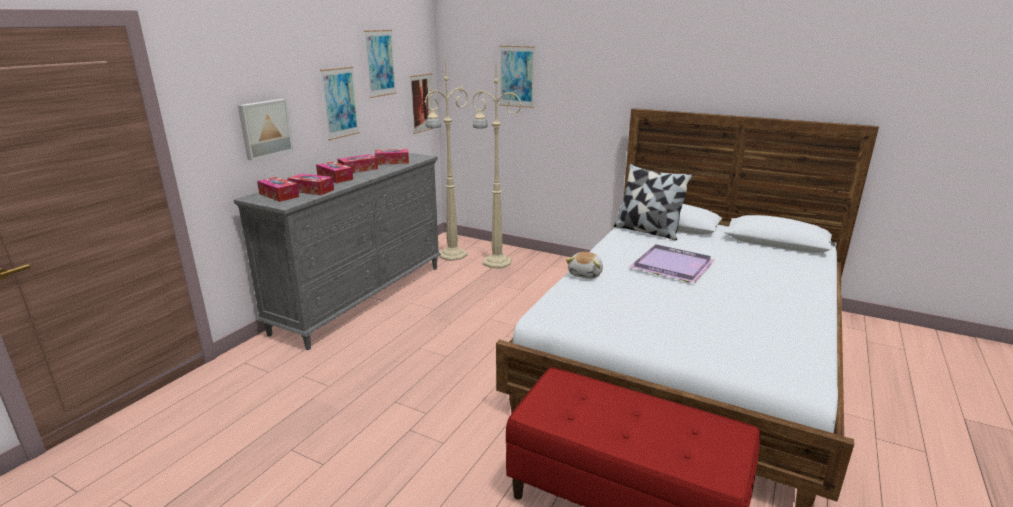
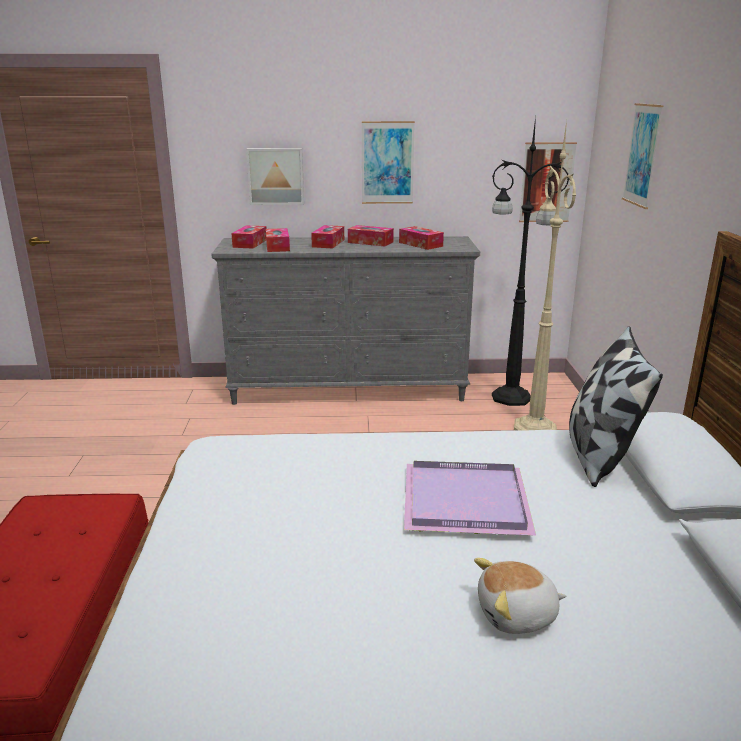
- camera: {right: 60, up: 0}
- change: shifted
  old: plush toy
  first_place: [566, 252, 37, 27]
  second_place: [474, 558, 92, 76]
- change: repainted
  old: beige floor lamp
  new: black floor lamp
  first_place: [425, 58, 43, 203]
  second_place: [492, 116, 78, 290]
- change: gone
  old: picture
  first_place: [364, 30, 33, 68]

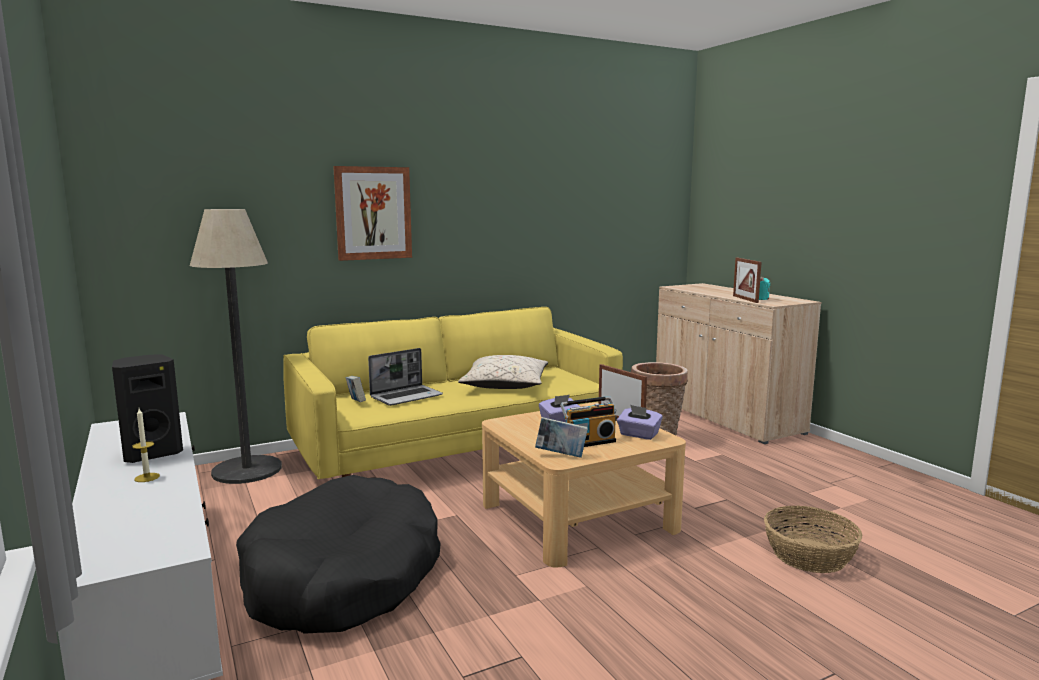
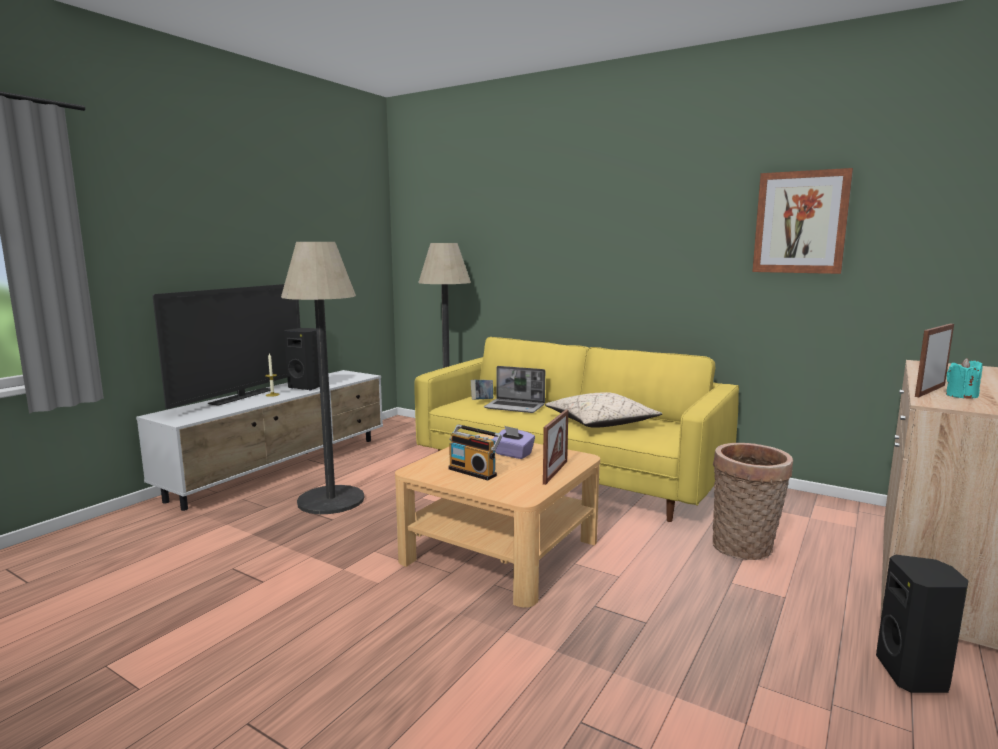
- camera: {right: 60, up: 0}
- change: new
  new: television
  second_place: [153, 284, 147, 125]
- change: swapped
  old: black dog bed
  new: floor lamp
  first_place: [236, 475, 205, 159]
  second_place: [281, 242, 83, 272]
- change: shifted
  old: picture
  first_place: [333, 166, 79, 95]
  second_place: [752, 168, 101, 106]
- change: new
  new: black speaker
  second_place: [876, 554, 92, 139]
- change: gone
  old: book
  first_place: [535, 417, 53, 41]
- change: gone
  old: purple tissue box
  first_place: [617, 405, 46, 35]
- change: gone
  old: basket
  first_place: [764, 506, 99, 67]

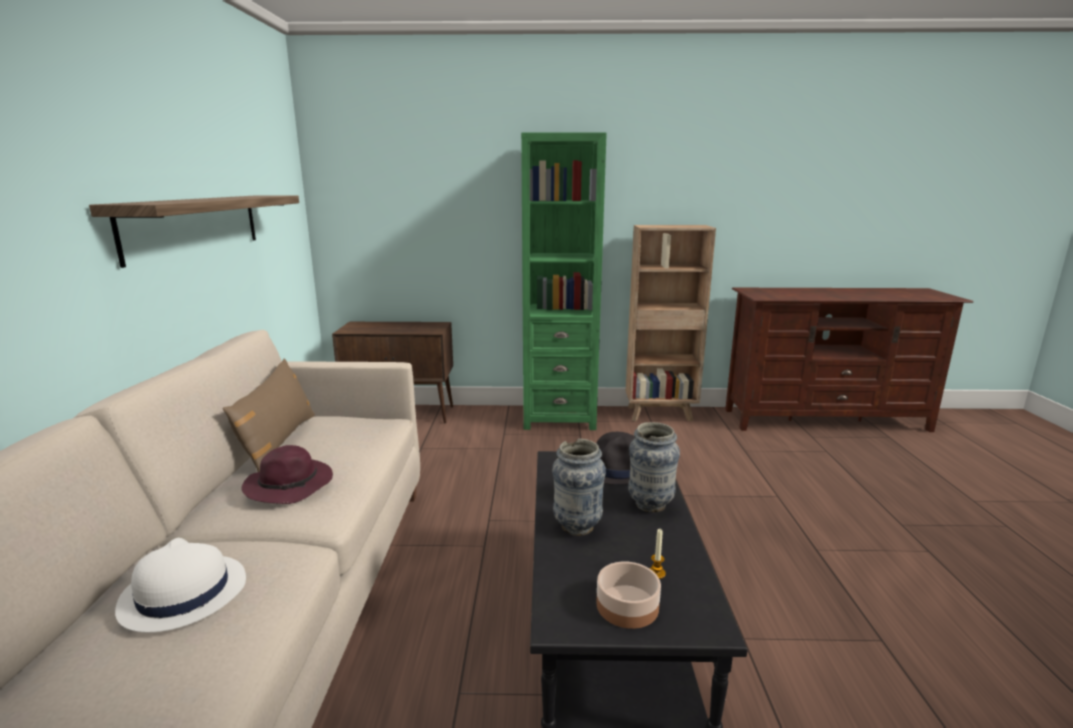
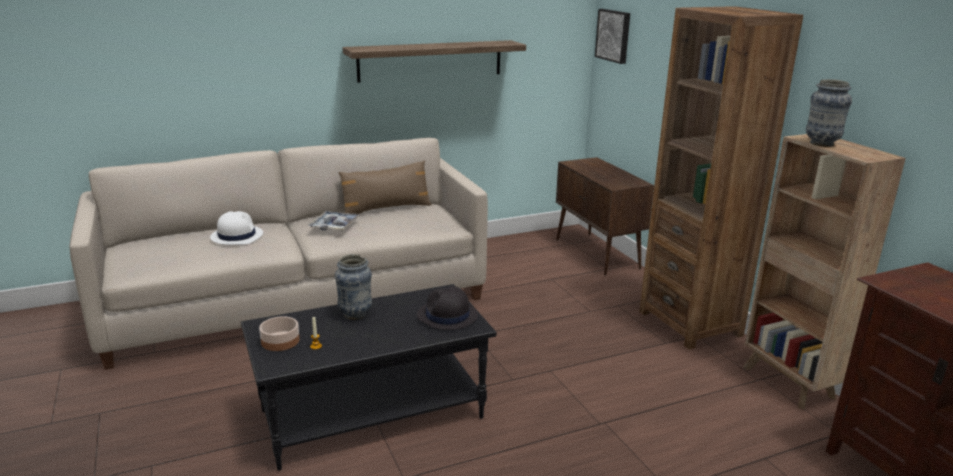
- camera: {right: 65, up: 5}
- change: swapped
  old: purple hat
  new: tray
  first_place: [241, 445, 92, 59]
  second_place: [308, 211, 53, 19]
- change: new
  new: picture
  second_place: [595, 9, 35, 55]
- change: repainted
  old: green bookcase
  new: brown bookcase
  first_place: [521, 132, 86, 298]
  second_place: [639, 6, 164, 344]
- change: shifted
  old: vase
  first_place: [628, 422, 52, 90]
  second_place: [806, 79, 46, 68]

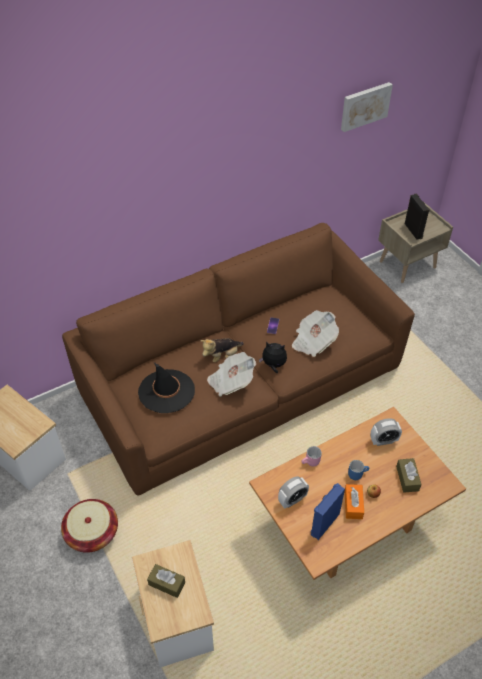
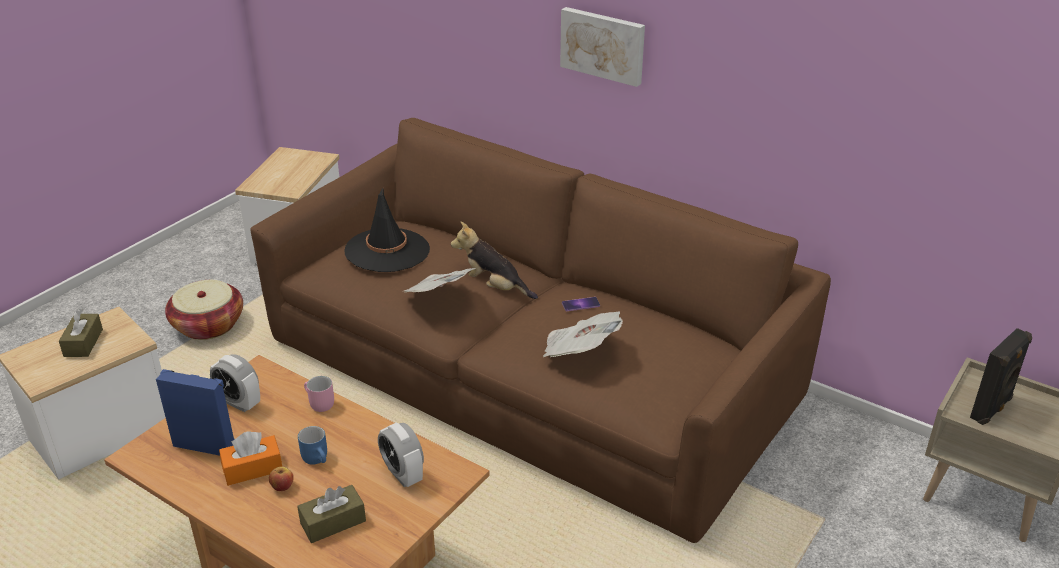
- camera: {right: 65, up: -15}
- change: shifted
  old: picture
  first_place: [341, 82, 52, 50]
  second_place: [560, 7, 85, 80]
- change: gone
  old: plush toy
  first_place: [259, 342, 28, 31]

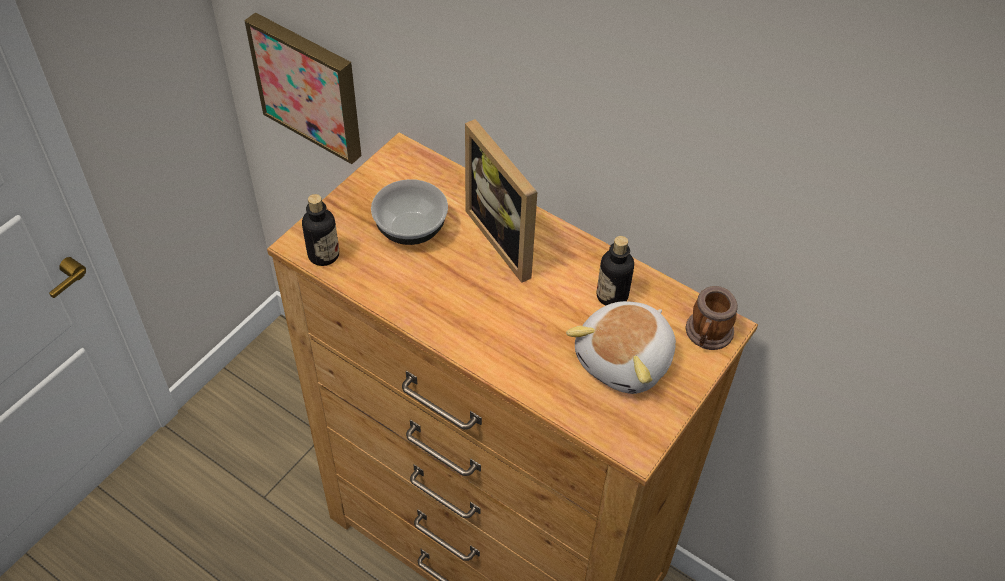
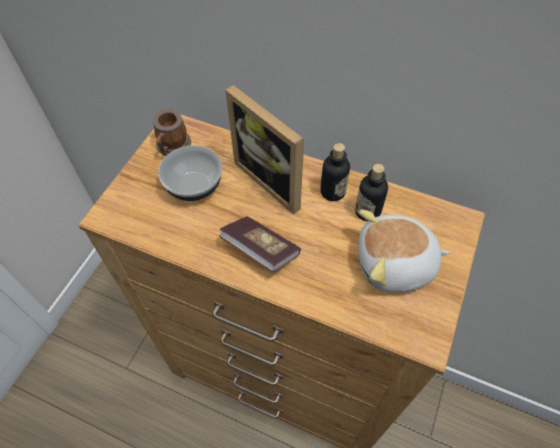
- camera: {right: -10, up: 5}
- change: shifted
  old: mug
  first_place: [686, 286, 52, 64]
  second_place: [153, 109, 38, 47]
- change: new
  new: book
  second_place: [219, 216, 82, 56]
- change: shifted
  old: bottle
  first_place: [302, 194, 37, 72]
  second_place: [320, 143, 30, 58]
- change: rotated
  old: plush toy
  first_place: [566, 301, 110, 93]
  second_place: [358, 209, 92, 83]
  degrees: 60
- change: gone
  old: picture
  first_place: [244, 12, 117, 152]

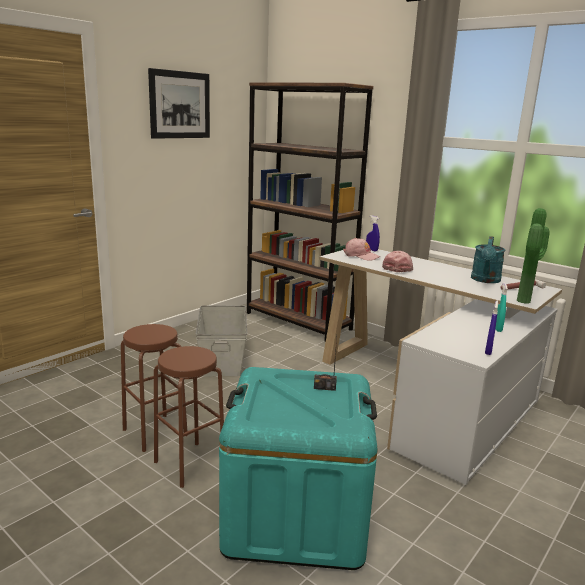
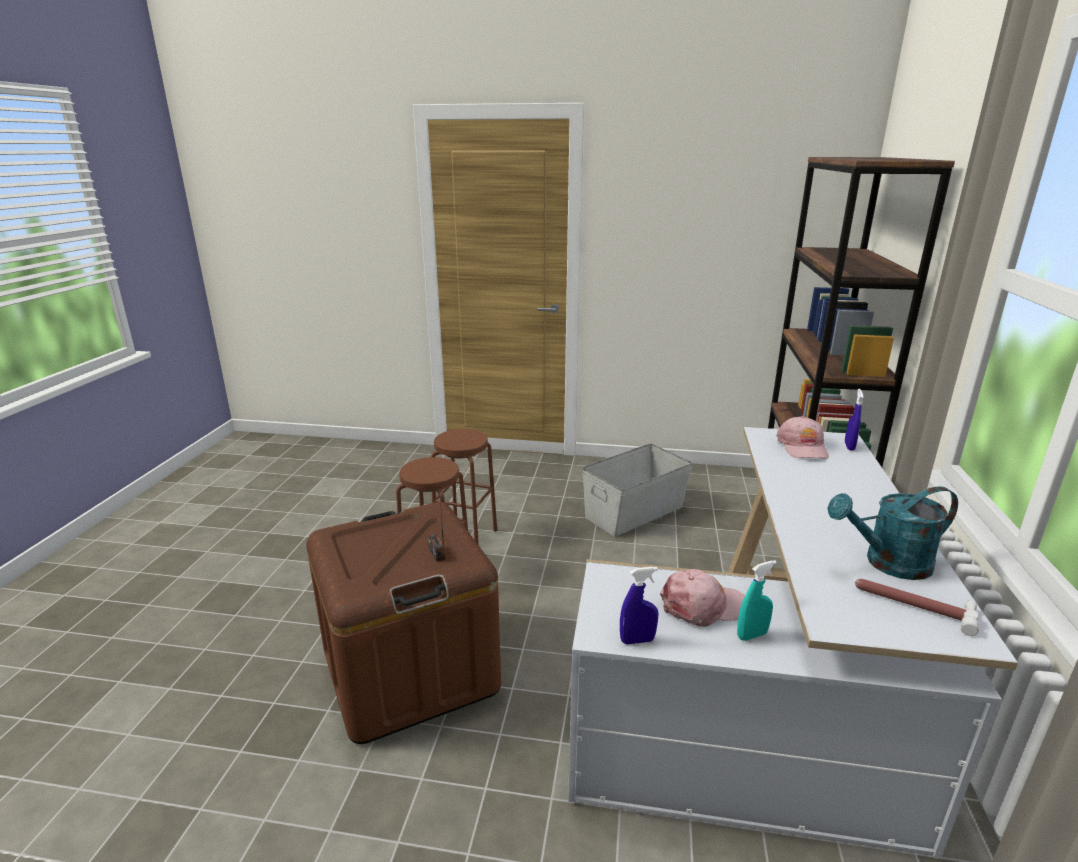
- camera: {right: 60, up: 5}
- change: repainted
  old: turquoise storage box
  new: brown storage box
  first_place: [219, 367, 158, 203]
  second_place: [306, 502, 195, 242]
- change: shifted
  old: pink cap
  first_place: [382, 251, 31, 21]
  second_place: [660, 569, 85, 58]
- change: gone
  old: picture
  first_place: [148, 68, 62, 71]
- change: gone
  old: potted plant
  first_place: [517, 208, 33, 96]

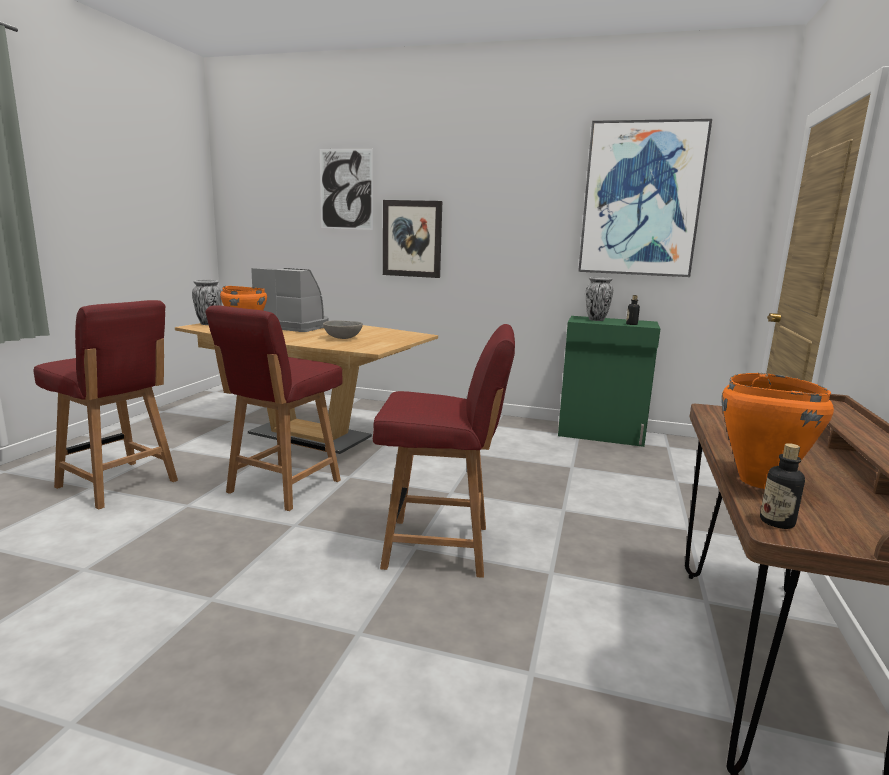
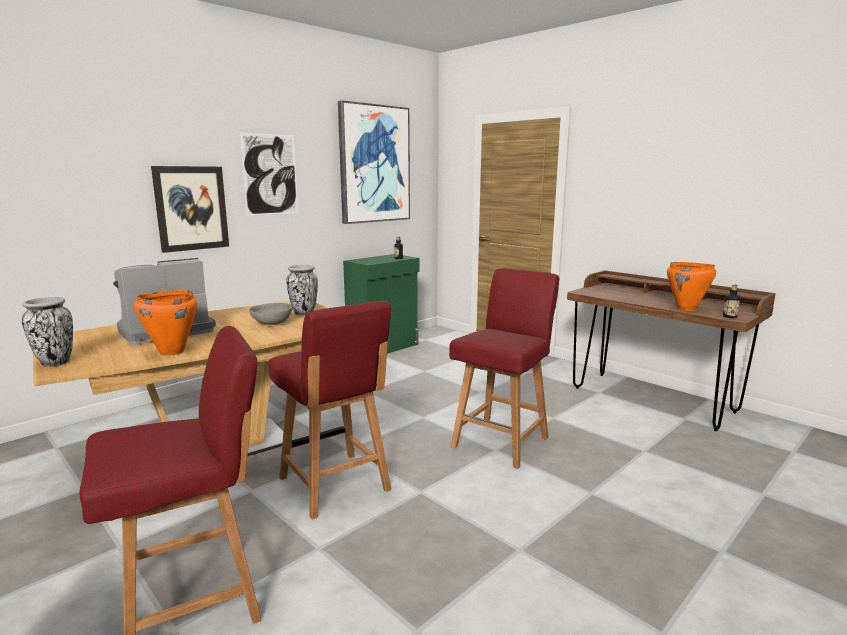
- camera: {right: -60, up: 0}
- change: shifted
  old: picture
  first_place: [320, 149, 53, 81]
  second_place: [239, 132, 59, 84]
- change: shifted
  old: vase
  first_place: [586, 277, 27, 44]
  second_place: [286, 265, 32, 51]

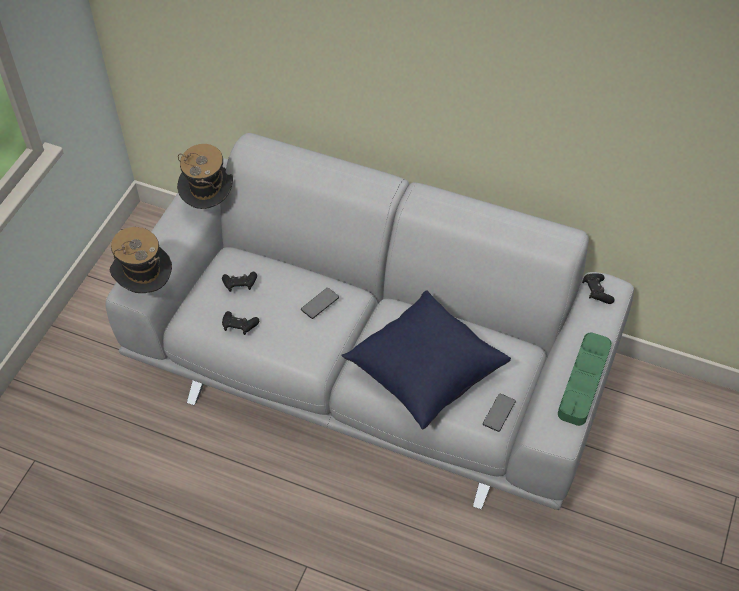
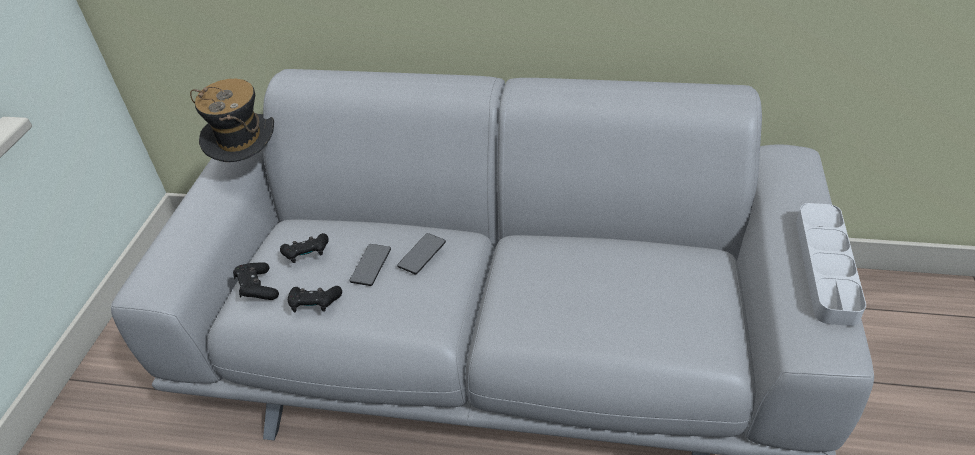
- camera: {right: -10, up: -10}
- change: shifted
  old: black game controller
  first_place: [582, 273, 33, 31]
  second_place: [233, 262, 46, 38]
- change: shifted
  old: phone
  first_place: [483, 393, 33, 39]
  second_place: [349, 244, 42, 42]
- change: repainted
  old: green tray
  new: grey tray
  first_place: [558, 332, 54, 94]
  second_place: [796, 203, 70, 123]
- change: gone
  old: hat
  first_place: [109, 227, 63, 66]
- change: gone
  old: blue pillow
  first_place: [341, 290, 170, 140]

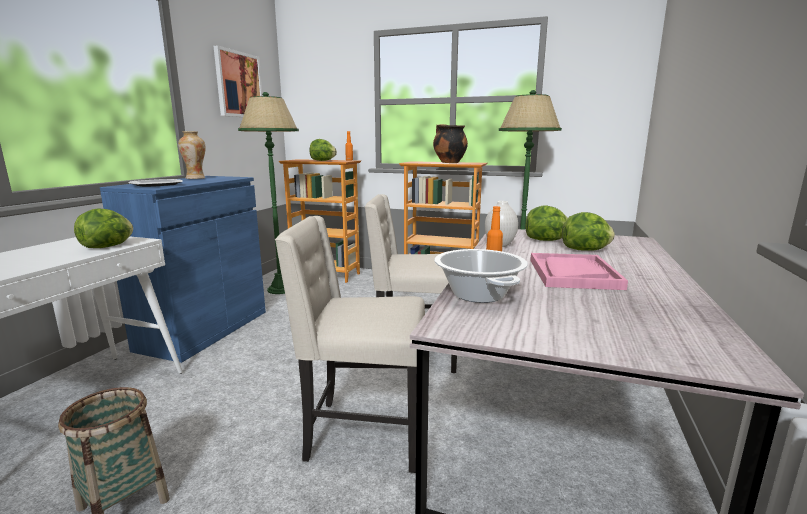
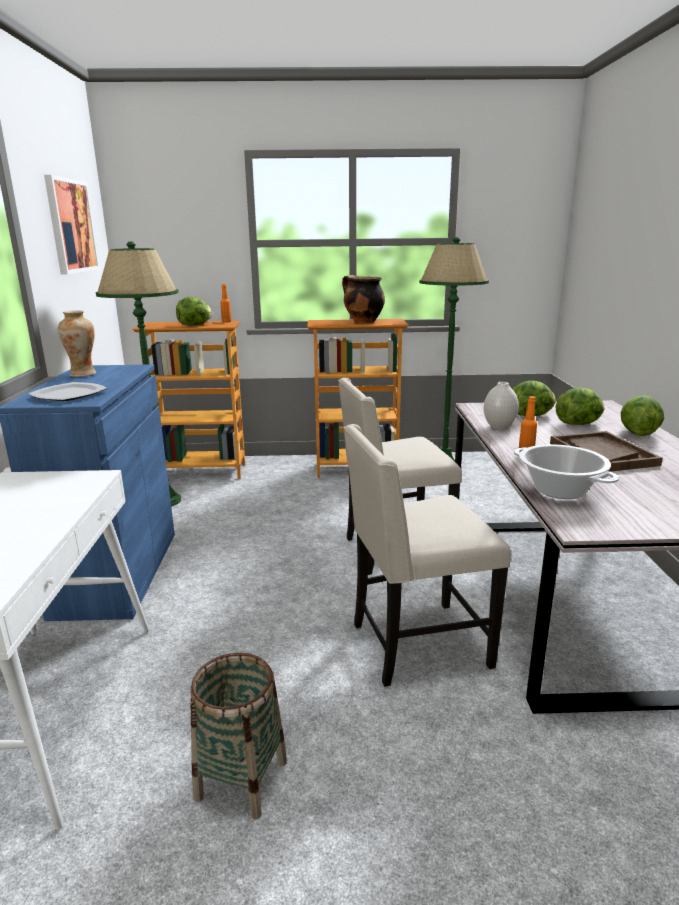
- camera: {right: -20, up: 5}
- change: repainted
  old: pink tray
  new: brown tray
  first_place: [530, 253, 98, 37]
  second_place: [550, 431, 113, 41]
- change: shifted
  old: lettuce
  first_place: [74, 208, 59, 40]
  second_place: [621, 395, 43, 41]

